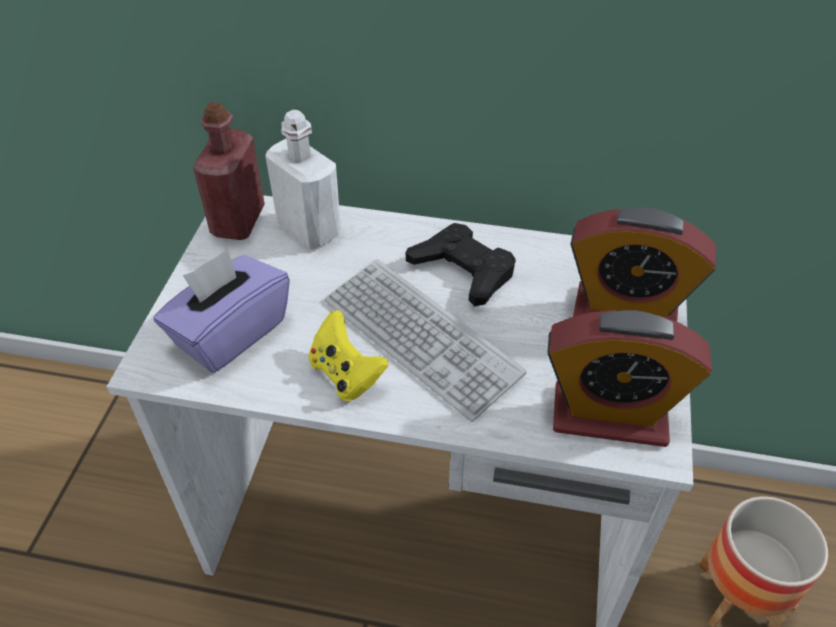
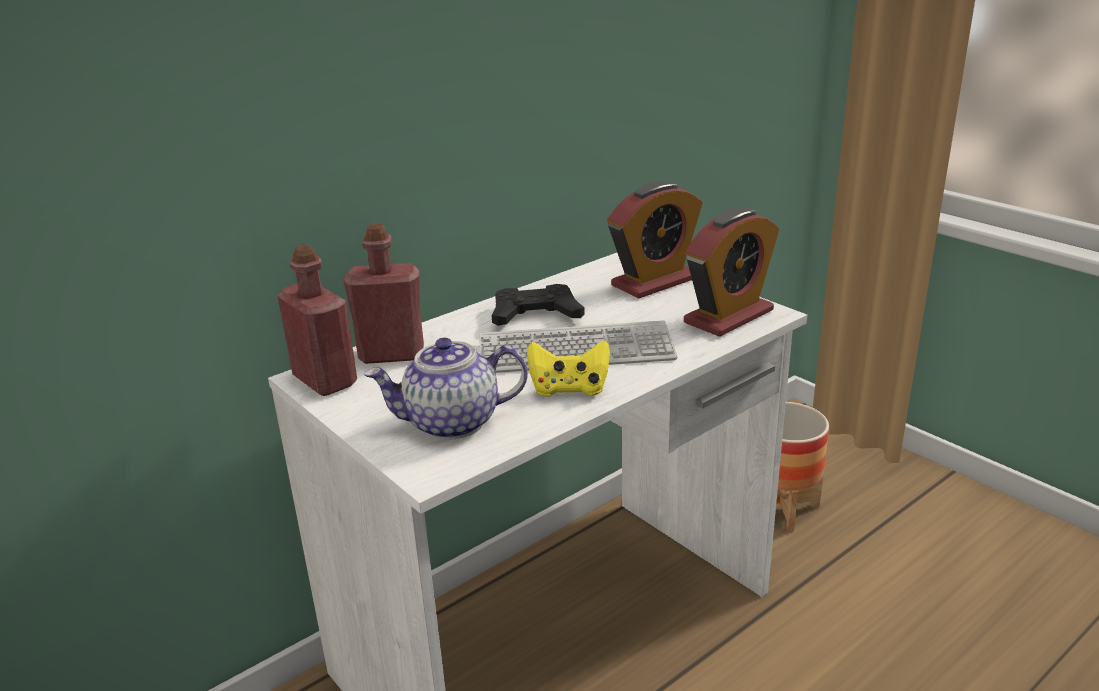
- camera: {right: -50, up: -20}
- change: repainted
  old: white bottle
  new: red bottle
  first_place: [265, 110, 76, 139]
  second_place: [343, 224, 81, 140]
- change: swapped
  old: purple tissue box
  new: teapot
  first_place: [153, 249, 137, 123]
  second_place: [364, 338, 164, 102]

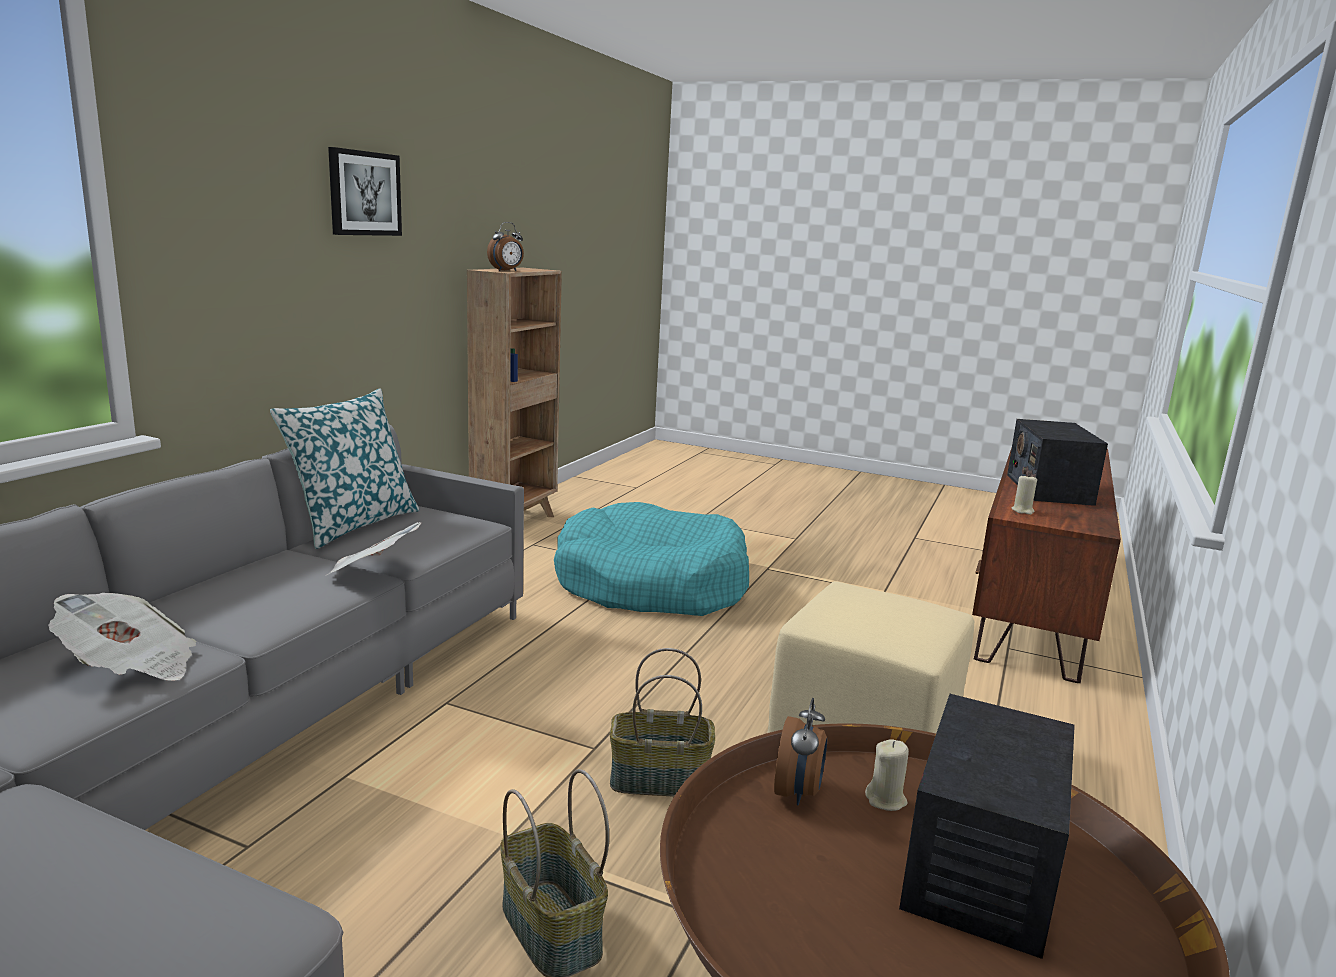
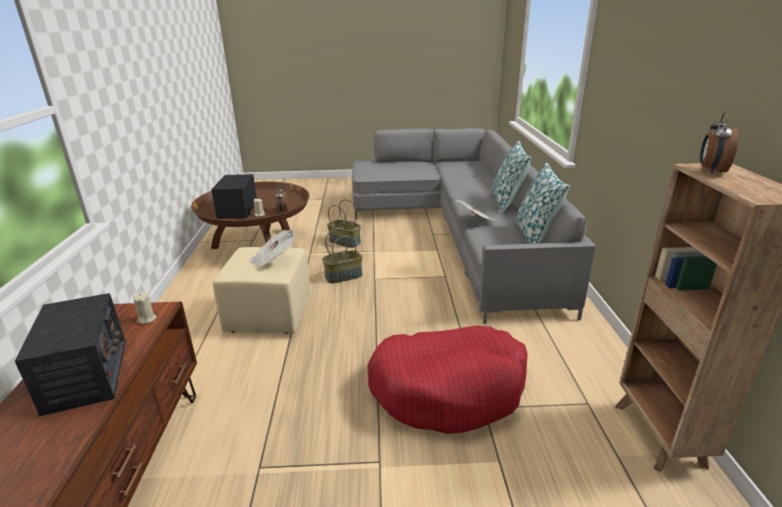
- camera: {right: 155, up: 10}
- change: shifted
  old: newspaper
  first_place: [48, 593, 148, 88]
  second_place: [248, 230, 48, 38]
- change: repainted
  old: turquoise dog bed
  new: red dog bed
  first_place: [554, 502, 195, 114]
  second_place: [368, 325, 160, 109]
- change: new
  new: pillow
  second_place: [493, 141, 38, 73]
- change: gone
  old: picture
  first_place: [328, 147, 74, 89]

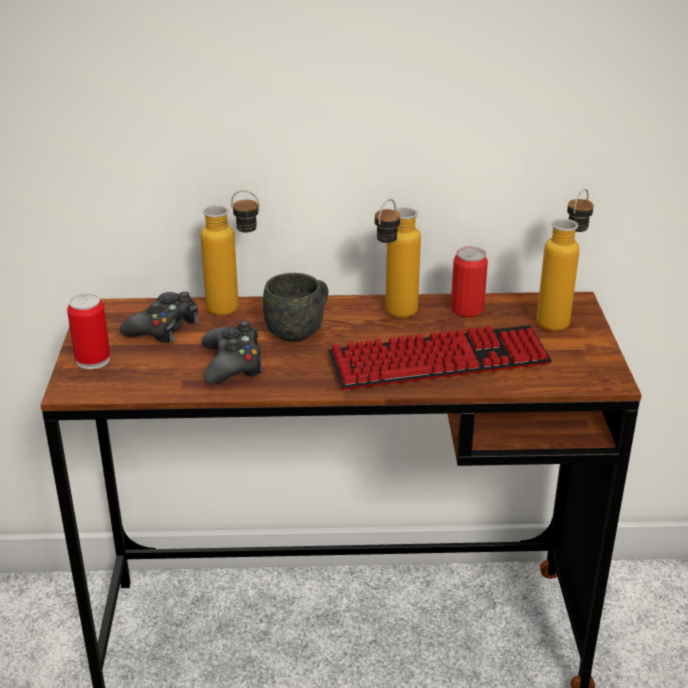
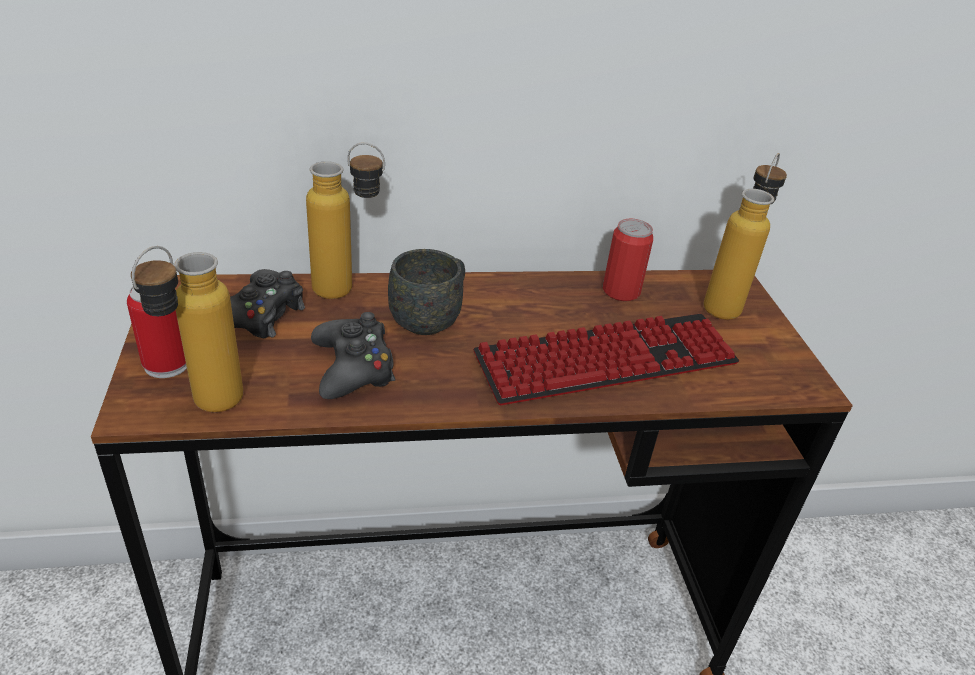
- camera: {right: -10, up: 5}
- change: shifted
  old: bottle
  first_place: [375, 199, 46, 119]
  second_place: [131, 246, 112, 166]

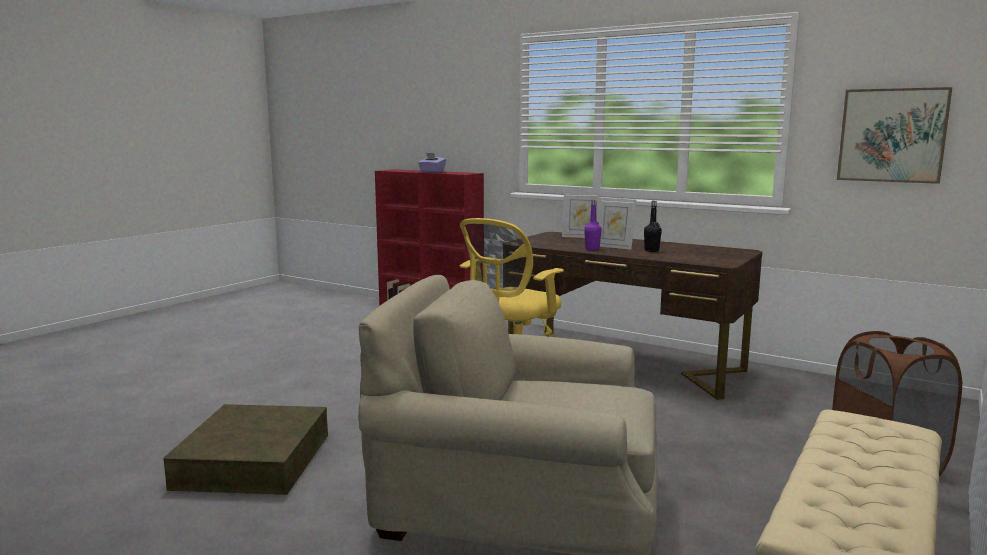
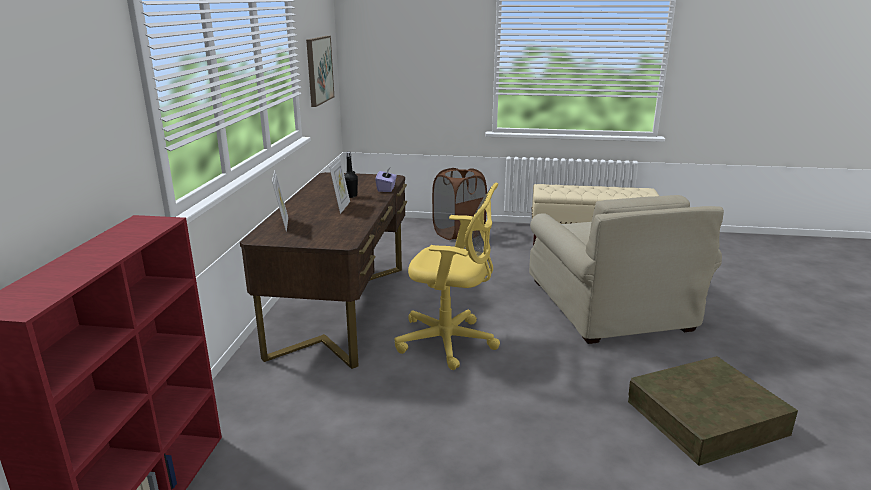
- camera: {right: -115, up: 10}
- change: shifted
  old: purple tissue box
  first_place: [418, 153, 28, 20]
  second_place: [375, 168, 22, 24]
- change: gone
  old: purple bottle
  first_place: [584, 200, 18, 50]

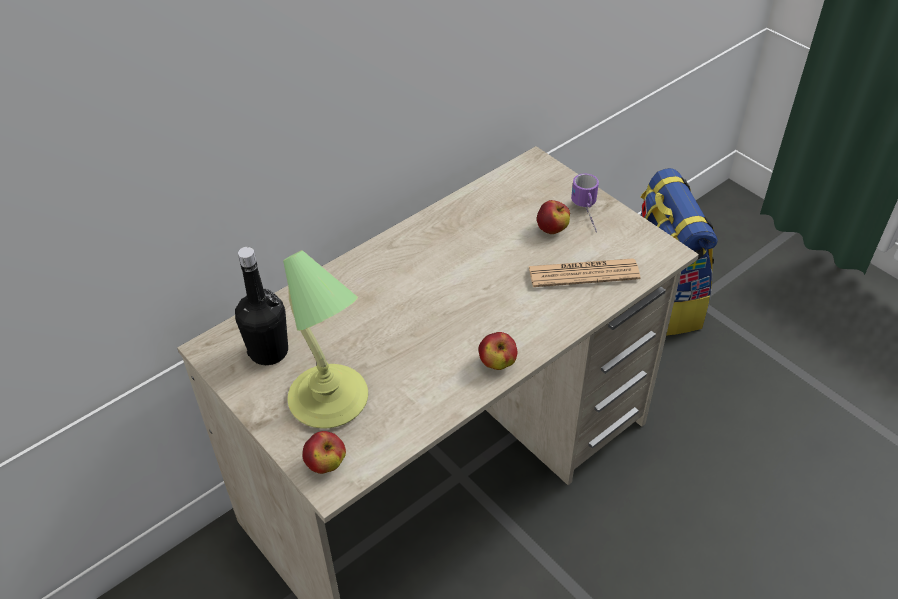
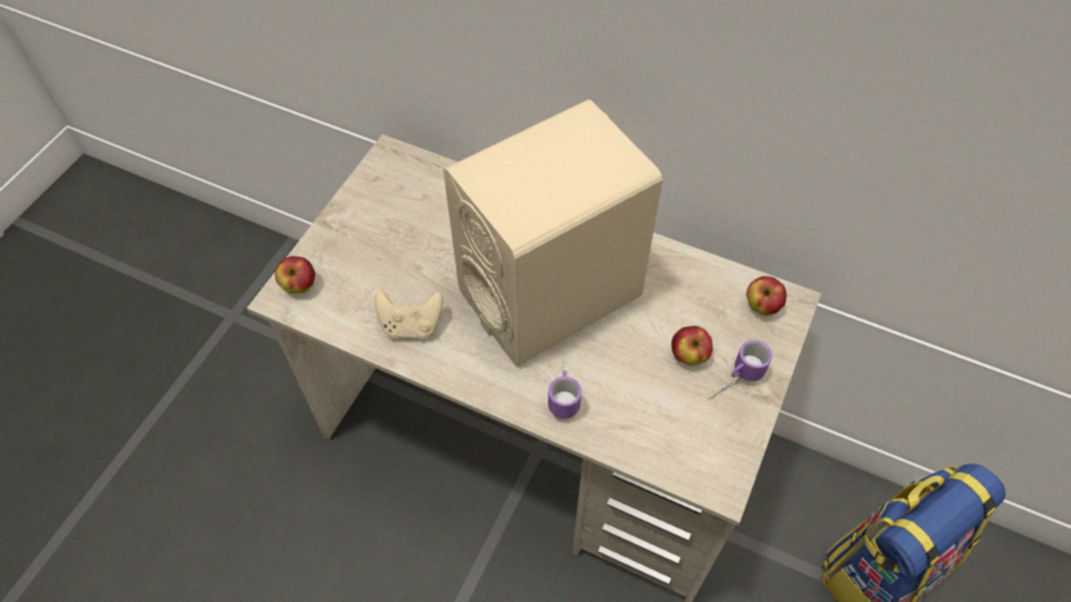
- camera: {right: 65, up: 10}
- change: new
  new: beige game controller
  second_place: [375, 290, 68, 49]
- change: new
  new: beige speaker
  second_place: [443, 100, 220, 267]
- change: new
  new: mug
  second_place: [548, 359, 34, 60]
- change: shifted
  old: apple
  first_place: [479, 332, 38, 38]
  second_place: [746, 276, 41, 40]
- change: gone
  old: black bottle
  first_place: [235, 247, 53, 118]
- change: gone
  old: table lamp
  first_place: [283, 250, 85, 179]
- change: gone
  old: newspaper
  first_place: [528, 258, 112, 29]

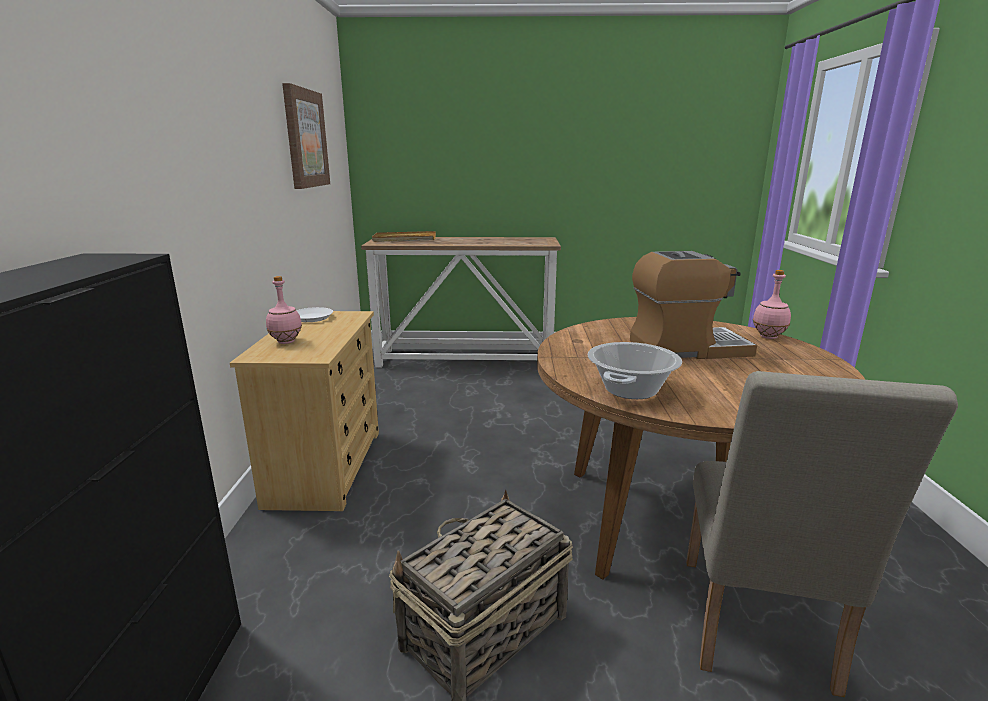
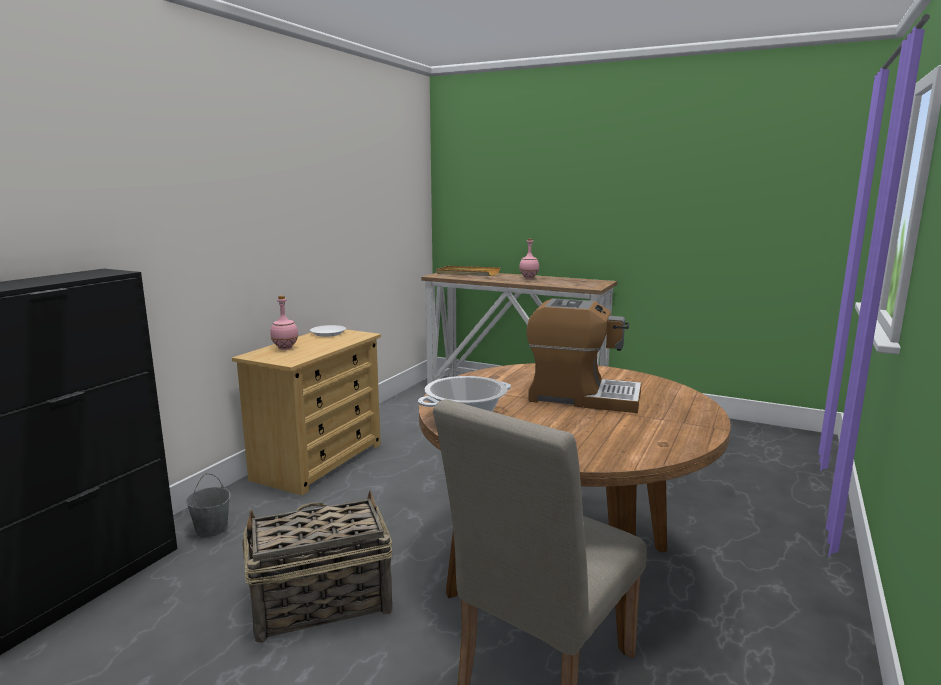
- camera: {right: 25, up: -5}
- change: new
  new: grey bucket
  second_place: [185, 473, 46, 65]
- change: shifted
  old: pink bottle
  first_place: [753, 270, 38, 69]
  second_place: [519, 238, 20, 41]
- change: gone
  old: picture
  first_place: [282, 83, 48, 106]

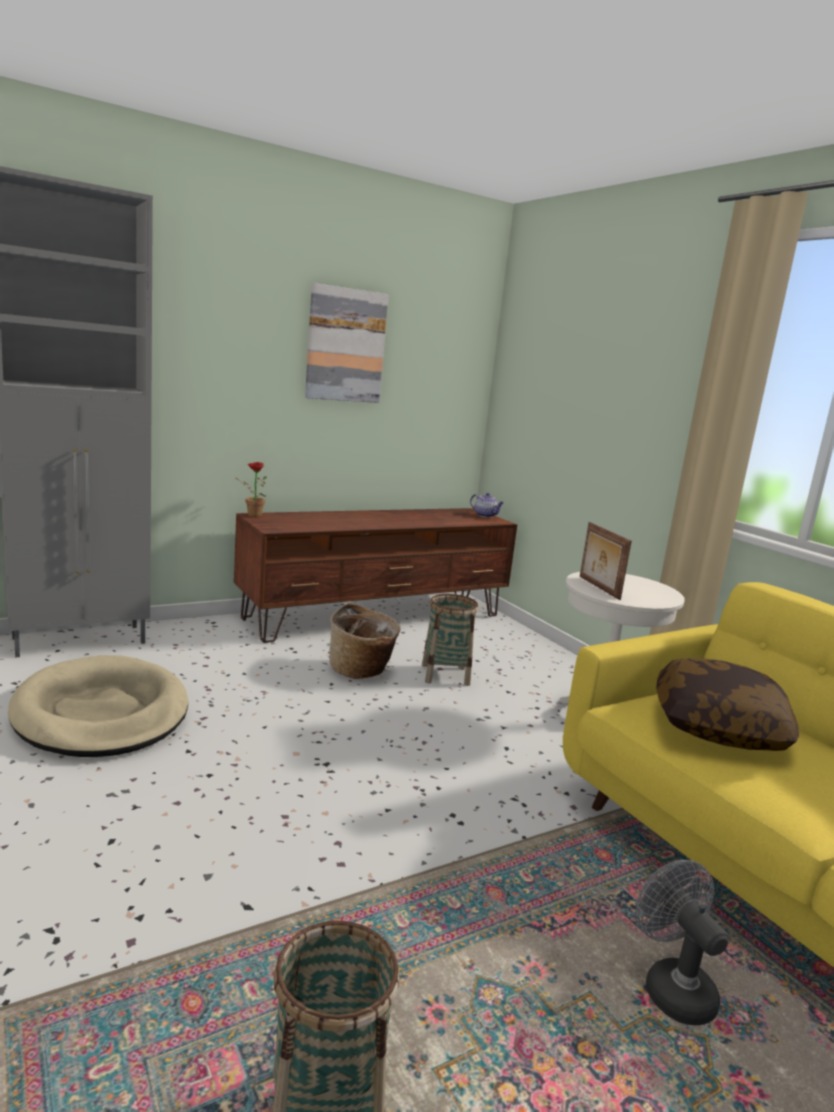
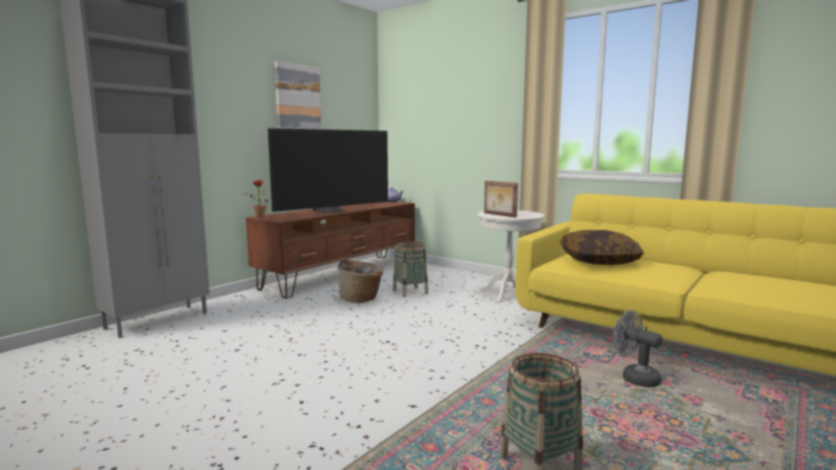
- camera: {right: -20, up: -5}
- change: new
  new: television
  second_place: [268, 128, 120, 86]
- change: gone
  old: beige dog bed
  first_place: [8, 655, 180, 102]

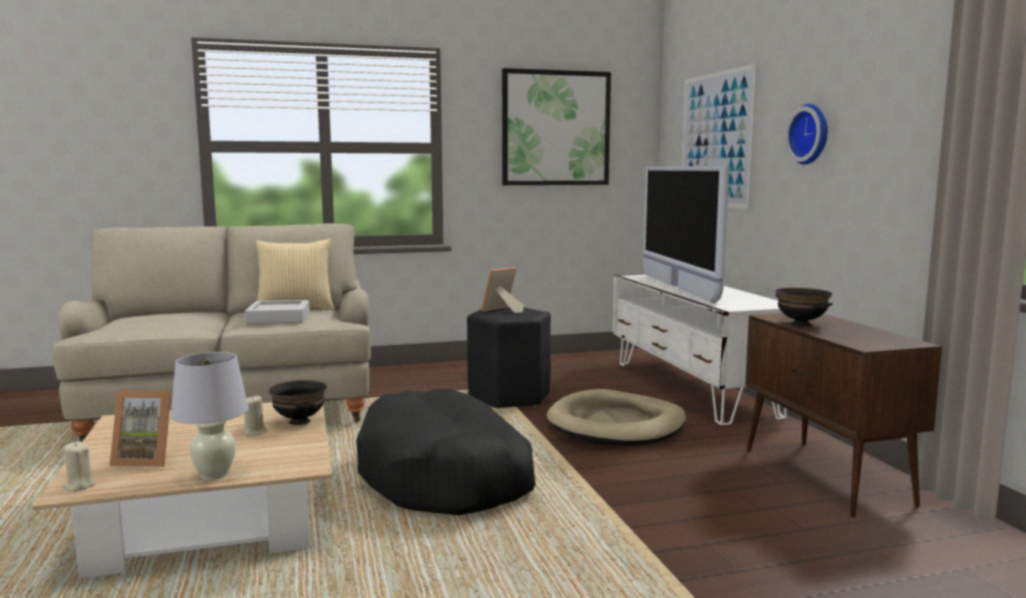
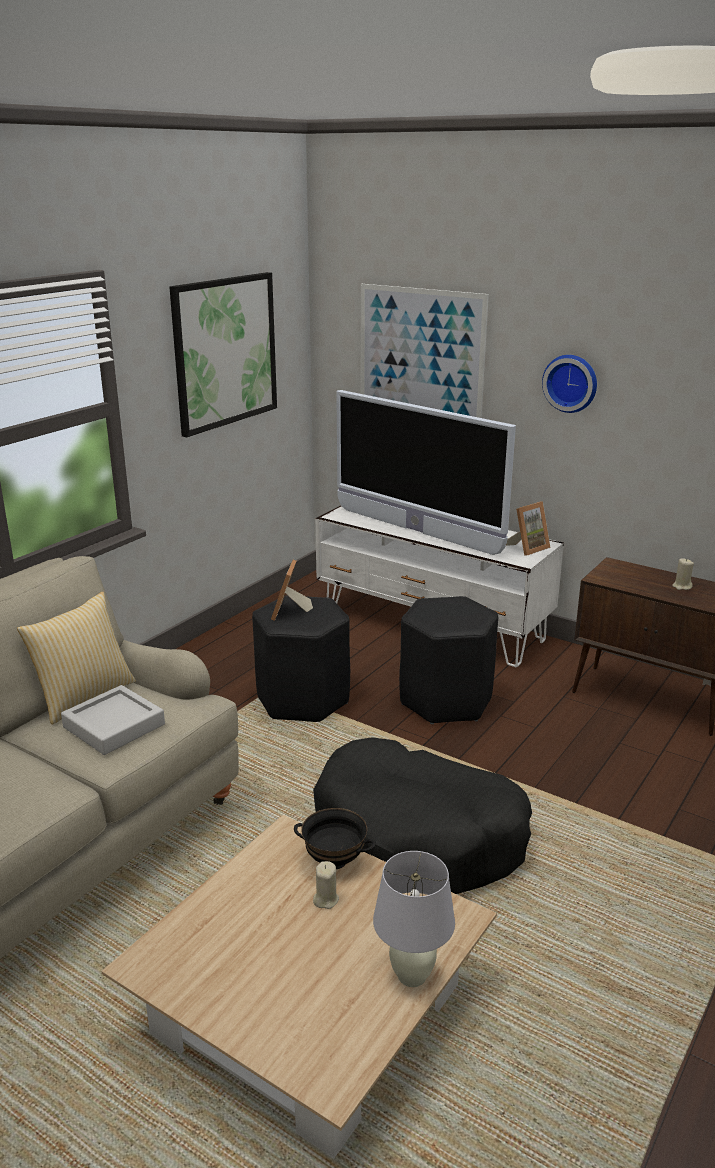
- camera: {right: -40, up: 15}
- change: swapped
  old: beige dog bed
  new: black stool
  first_place: [547, 389, 139, 57]
  second_place: [399, 596, 99, 128]
- change: shifted
  old: picture frame
  first_place: [110, 390, 61, 77]
  second_place: [506, 501, 44, 55]
- change: shifted
  old: beige candle
  first_place: [63, 442, 32, 49]
  second_place: [672, 558, 22, 32]
- change: gone
  old: black bowl
  first_place: [776, 288, 57, 38]

